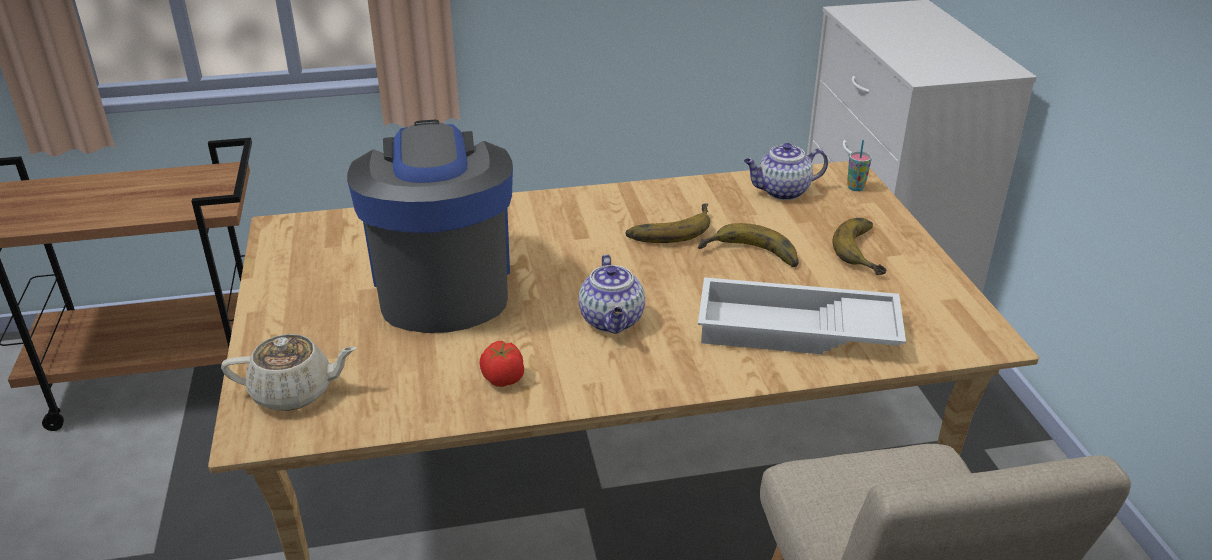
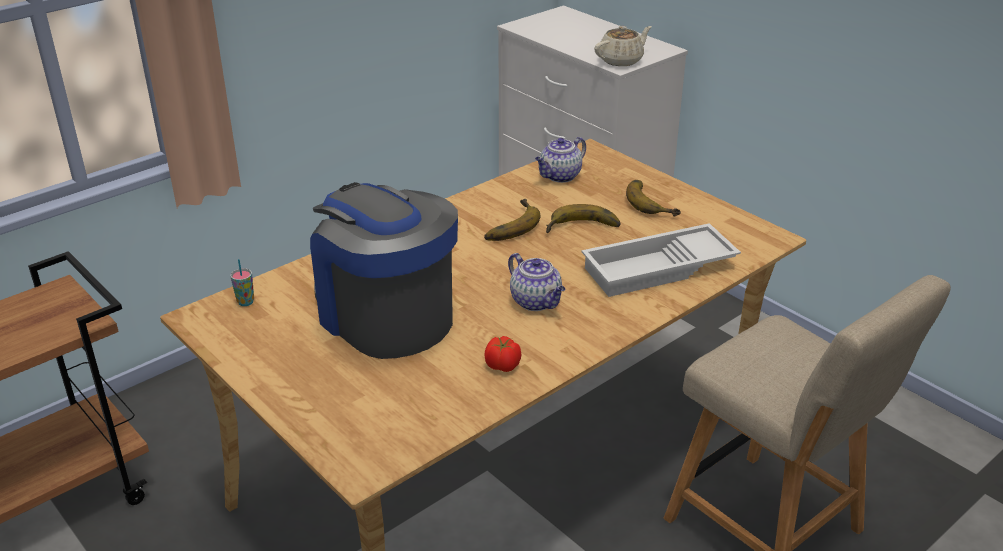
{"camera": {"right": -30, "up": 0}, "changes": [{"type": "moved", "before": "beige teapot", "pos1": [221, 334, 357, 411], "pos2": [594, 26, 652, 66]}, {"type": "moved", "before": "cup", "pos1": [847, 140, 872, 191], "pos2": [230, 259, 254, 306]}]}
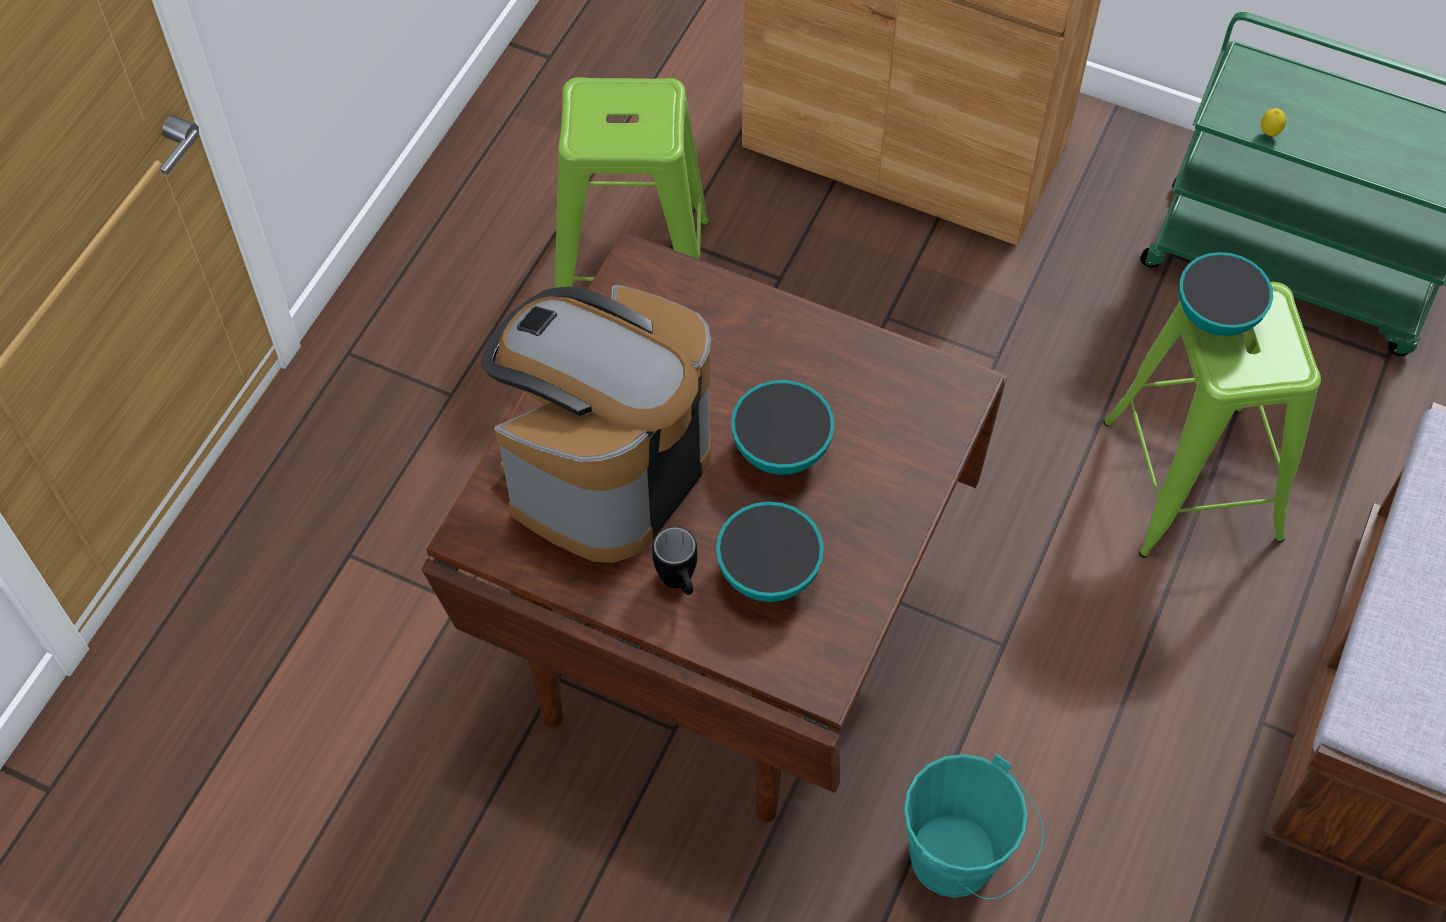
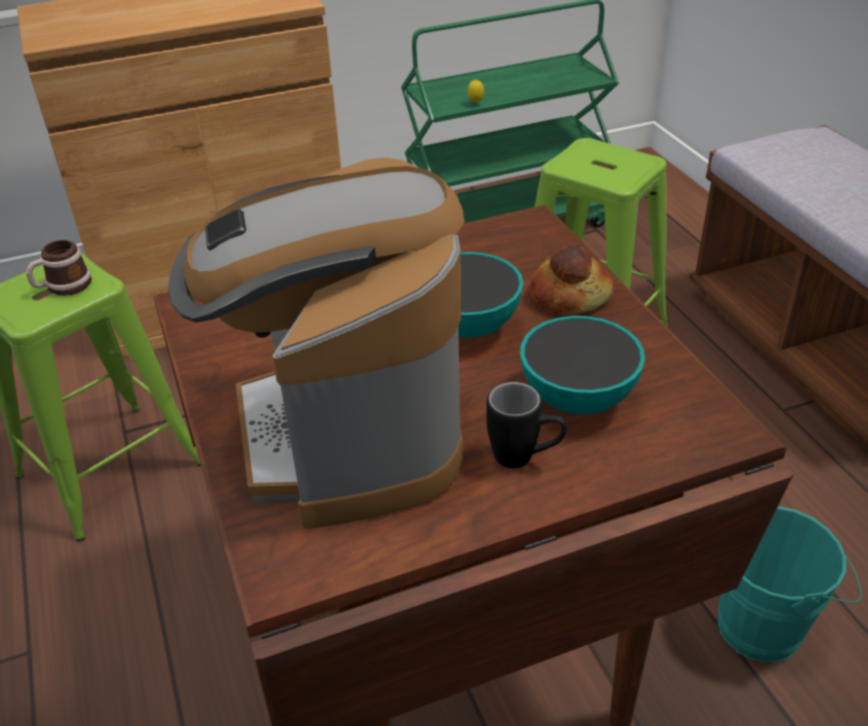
{"camera": {"right": -45, "up": -20}, "changes": [{"type": "removed", "before": "bowl", "pos1": [1179, 252, 1273, 336]}, {"type": "added", "after": "mug", "pos2": [26, 240, 92, 296]}, {"type": "added", "after": "bread", "pos2": [529, 244, 613, 314]}]}
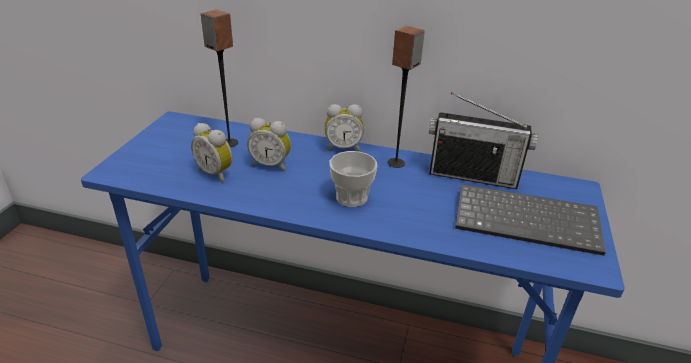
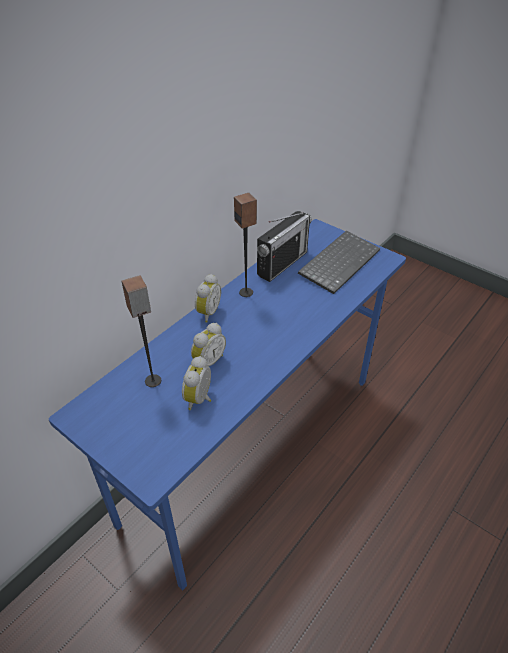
{"camera": {"right": -65, "up": 10}, "changes": [{"type": "turned", "before": "alarm clock", "pos1": [191, 123, 233, 182], "pos2": [182, 356, 211, 410], "turn": 135}, {"type": "removed", "before": "cup", "pos1": [329, 151, 377, 207]}]}
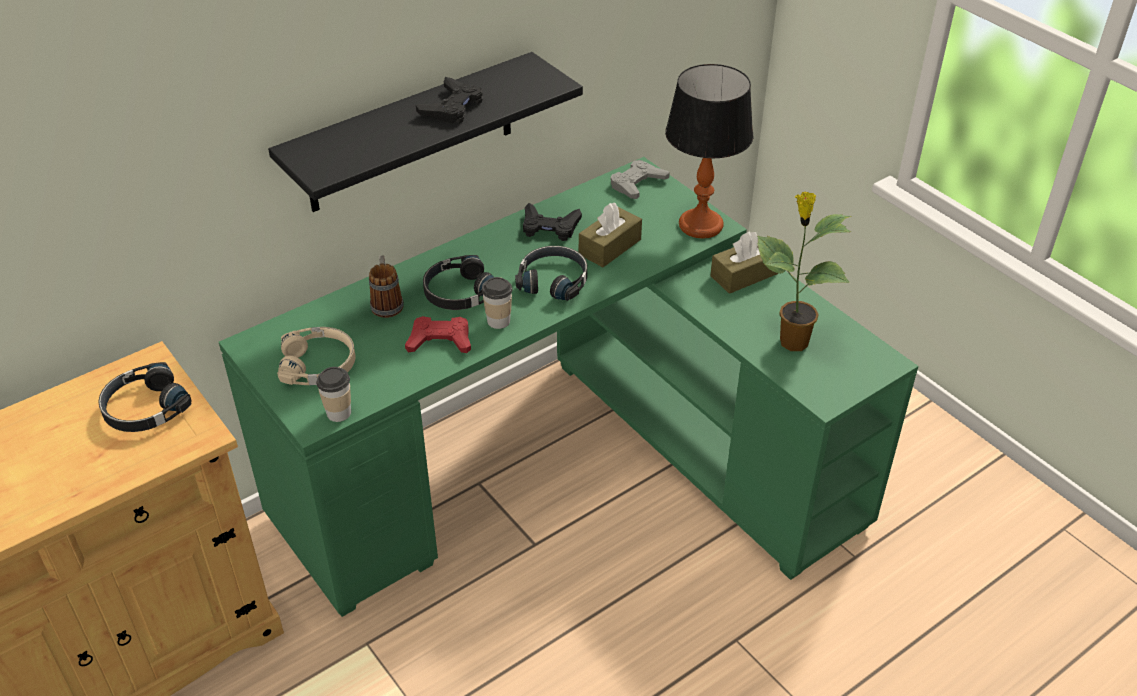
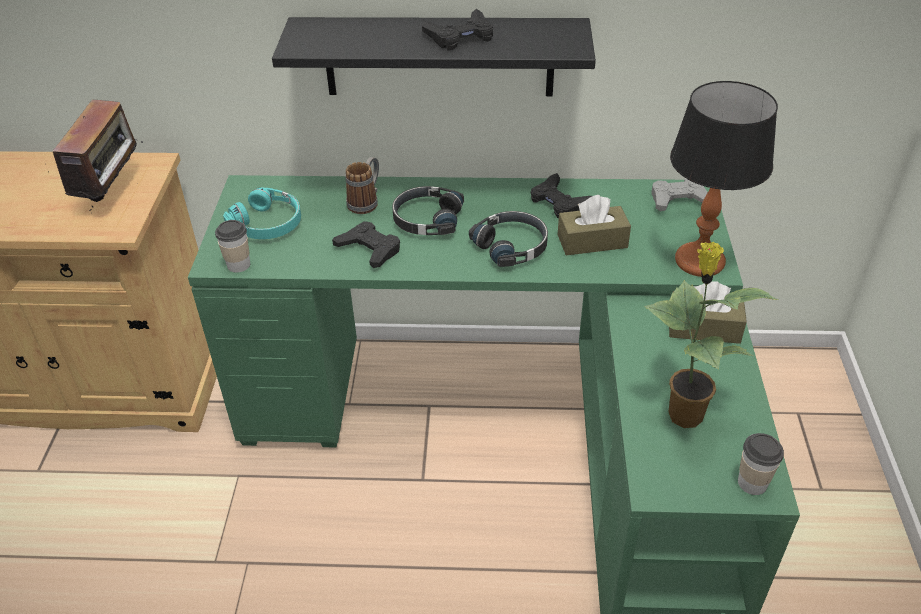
{"camera": {"right": 40, "up": 0}, "changes": [{"type": "replaced", "before": "black headphones", "after": "radio", "pos1": [98, 362, 192, 432], "pos2": [44, 100, 143, 211]}, {"type": "recoloured", "before": "beige headphones", "after": "turquoise headphones", "pos1": [277, 327, 356, 385], "pos2": [223, 187, 301, 239]}, {"type": "recoloured", "before": "red game controller", "after": "black game controller", "pos1": [405, 316, 471, 353], "pos2": [332, 221, 400, 268]}, {"type": "moved", "before": "cup", "pos1": [482, 277, 512, 329], "pos2": [738, 433, 784, 495]}]}
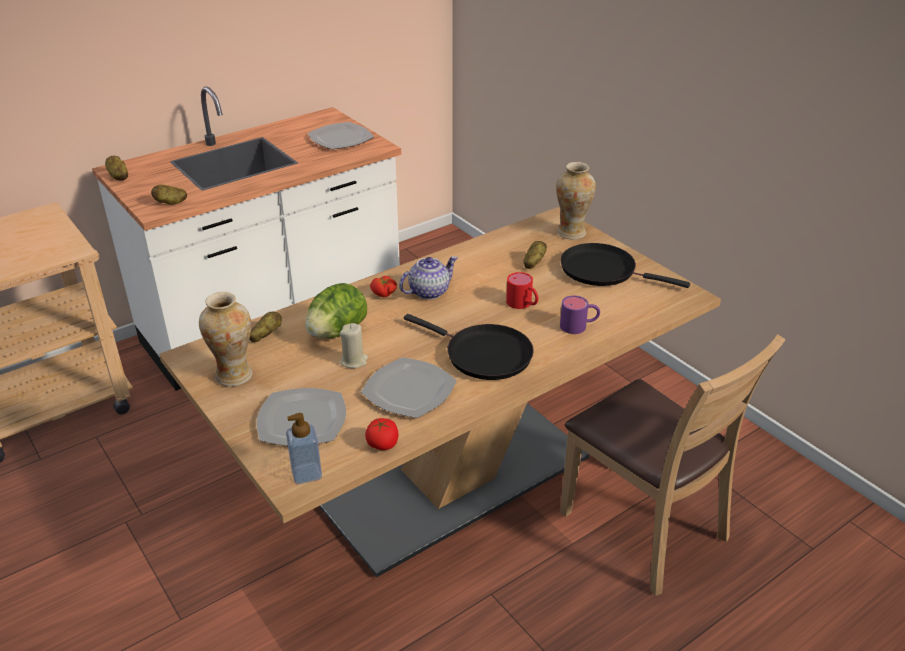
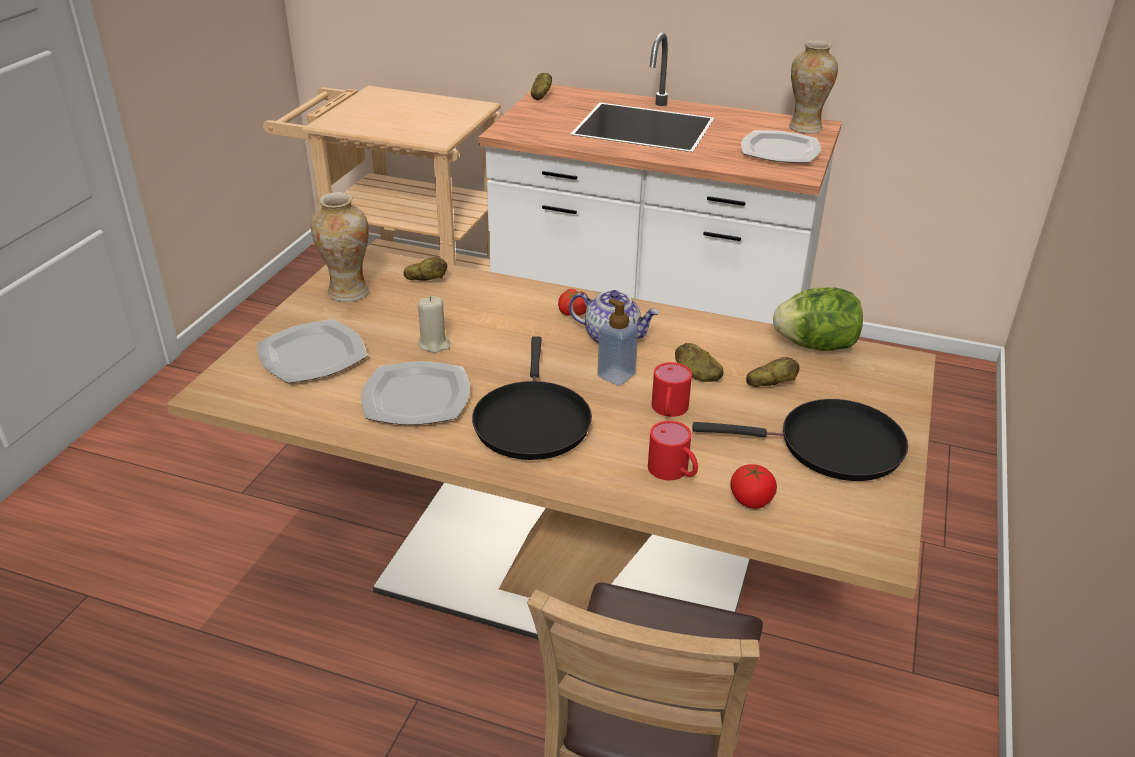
{"camera": {"right": 55, "up": 0}, "changes": [{"type": "moved", "before": "potato", "pos1": [151, 184, 187, 204], "pos2": [675, 343, 723, 382]}, {"type": "moved", "before": "soap dispenser", "pos1": [286, 413, 322, 484], "pos2": [597, 299, 638, 386]}, {"type": "moved", "before": "lettuce", "pos1": [305, 283, 367, 338], "pos2": [773, 287, 863, 351]}, {"type": "moved", "before": "tomato", "pos1": [365, 418, 399, 450], "pos2": [730, 464, 777, 509]}, {"type": "moved", "before": "vase", "pos1": [556, 162, 596, 240], "pos2": [789, 40, 838, 134]}, {"type": "turned", "before": "black frying pan", "pos1": [560, 243, 690, 288], "pos2": [693, 399, 908, 481], "turn": 105}, {"type": "recoloured", "before": "purple mug", "after": "red mug", "pos1": [560, 296, 600, 334], "pos2": [648, 421, 698, 480]}]}
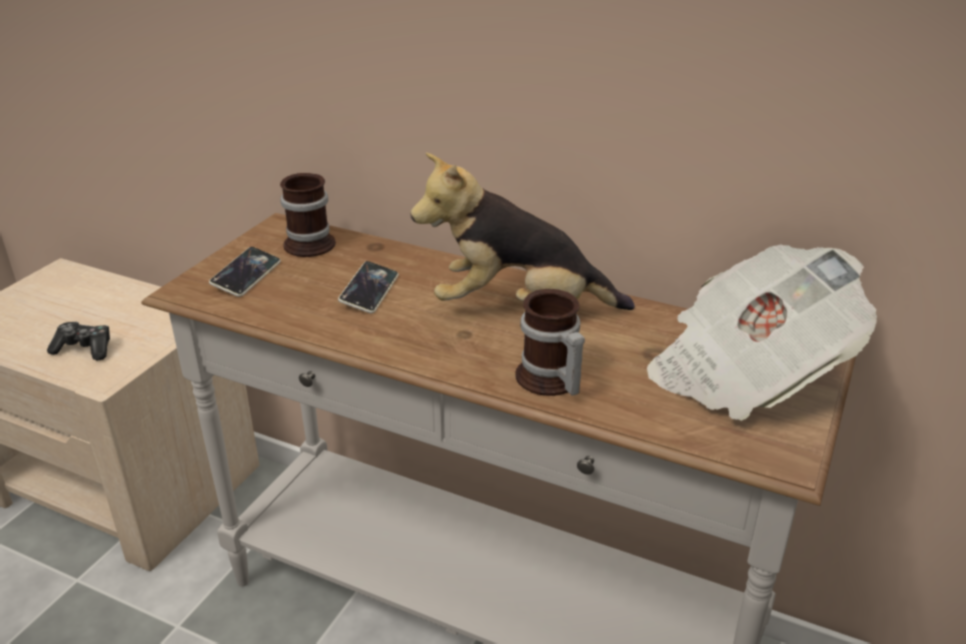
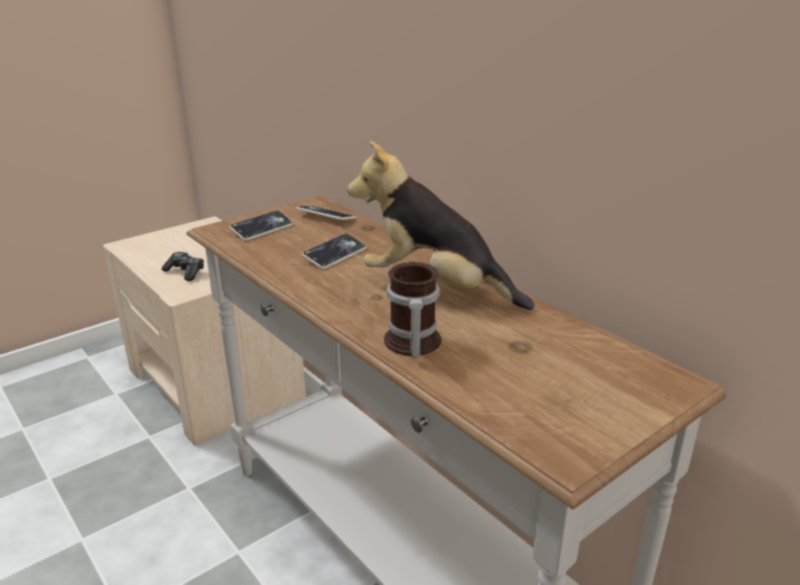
{"camera": {"right": 25, "up": -5}, "changes": [{"type": "replaced", "before": "mug", "after": "phone", "pos1": [280, 173, 336, 257], "pos2": [296, 206, 356, 220]}, {"type": "removed", "before": "newspaper", "pos1": [647, 244, 877, 421]}]}
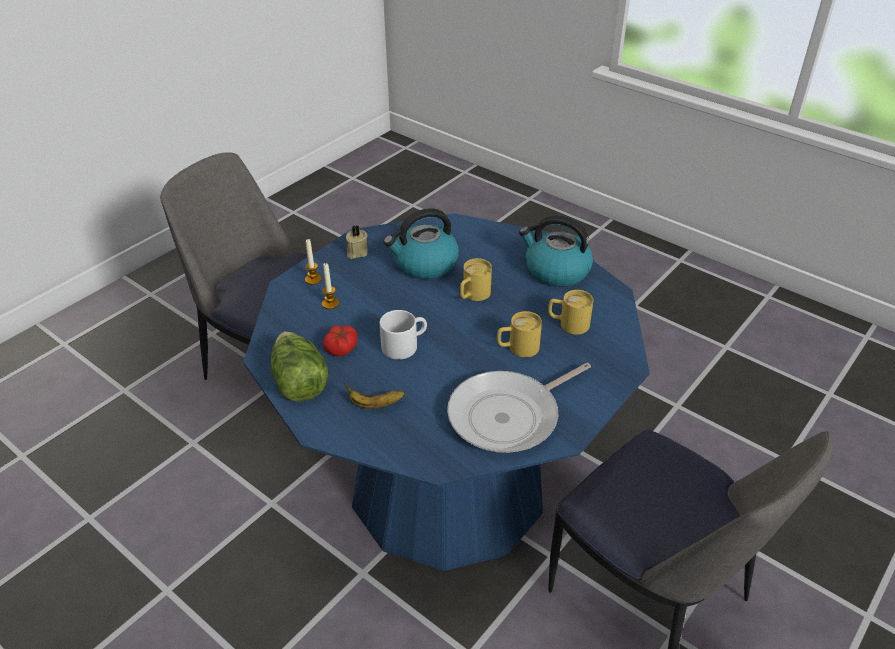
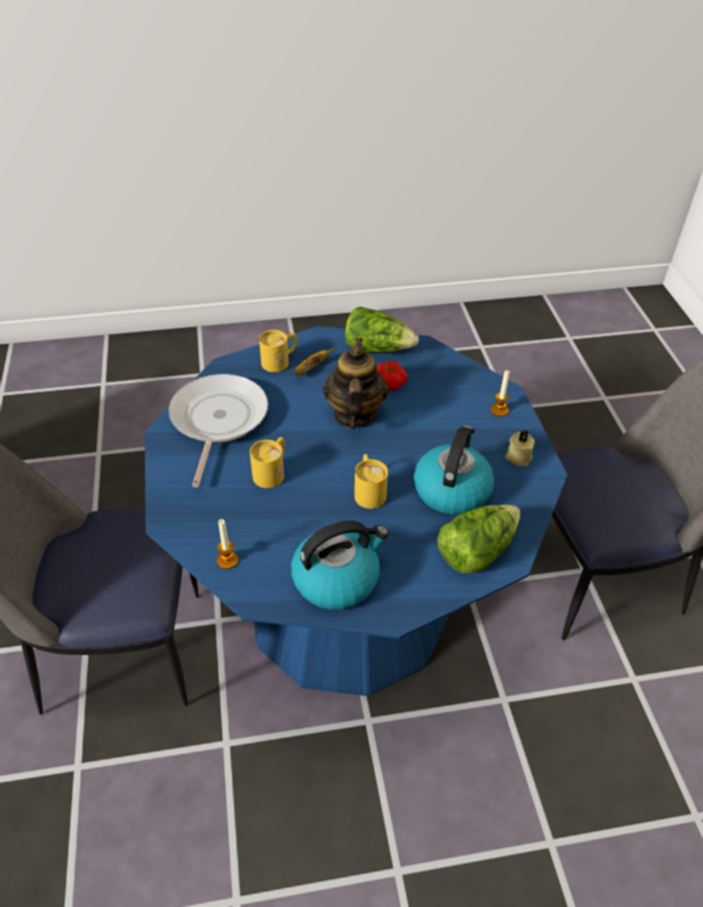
{"camera": {"right": 130, "up": 5}, "changes": [{"type": "moved", "before": "candle", "pos1": [322, 262, 339, 309], "pos2": [217, 519, 238, 569]}, {"type": "replaced", "before": "white mug", "after": "teapot", "pos1": [380, 310, 427, 360], "pos2": [323, 338, 389, 428]}, {"type": "moved", "before": "yellow mug", "pos1": [548, 290, 594, 335], "pos2": [259, 330, 297, 372]}, {"type": "added", "after": "lettuce", "pos2": [437, 505, 520, 573]}]}
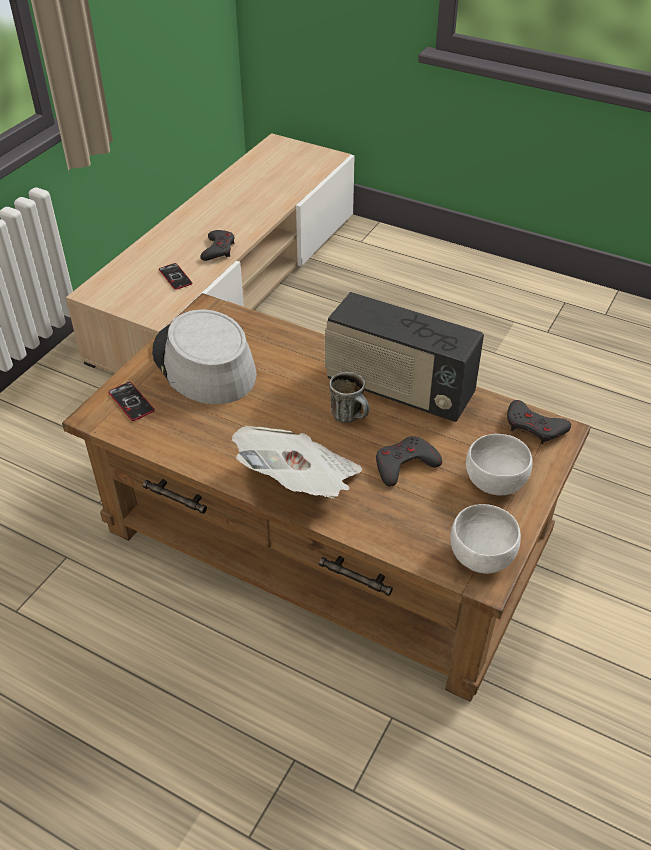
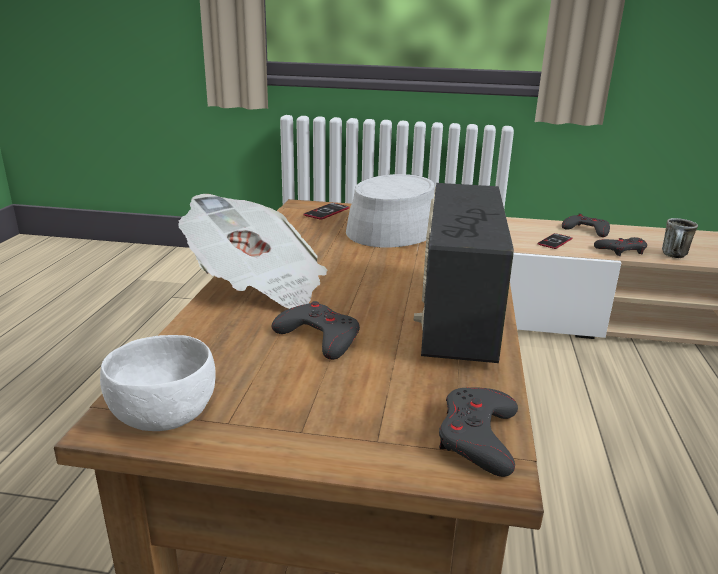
{"camera": {"right": 70, "up": -20}, "changes": [{"type": "moved", "before": "mug", "pos1": [329, 372, 369, 423], "pos2": [662, 218, 698, 258]}, {"type": "removed", "before": "white bowl", "pos1": [466, 434, 533, 495]}, {"type": "added", "after": "grey game controller", "pos2": [562, 213, 610, 237]}]}
